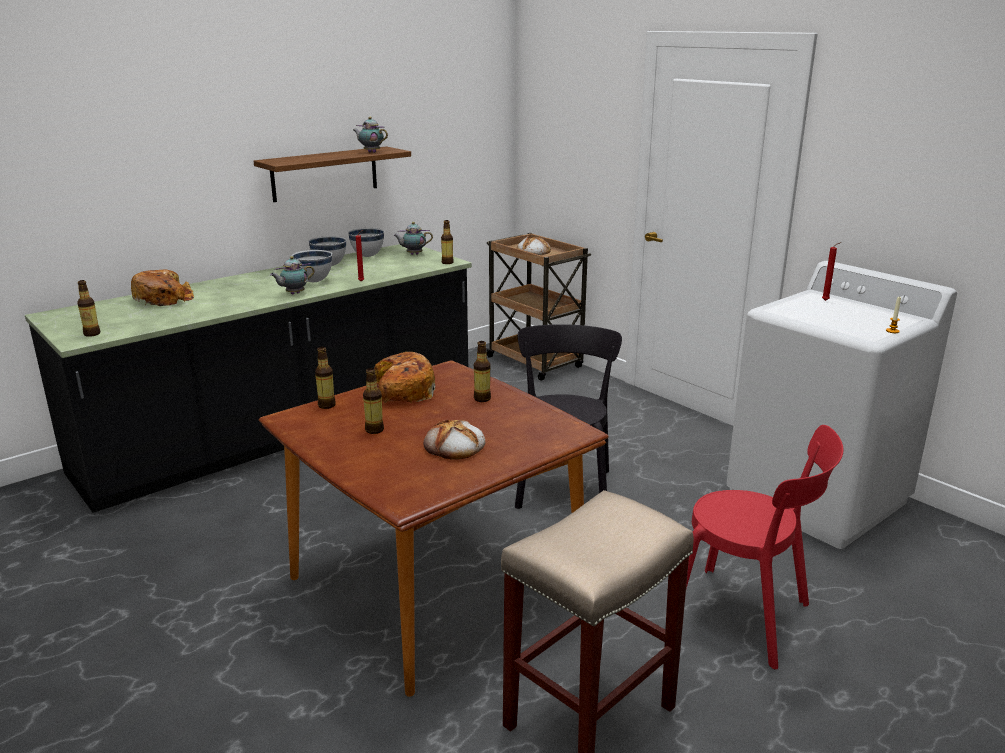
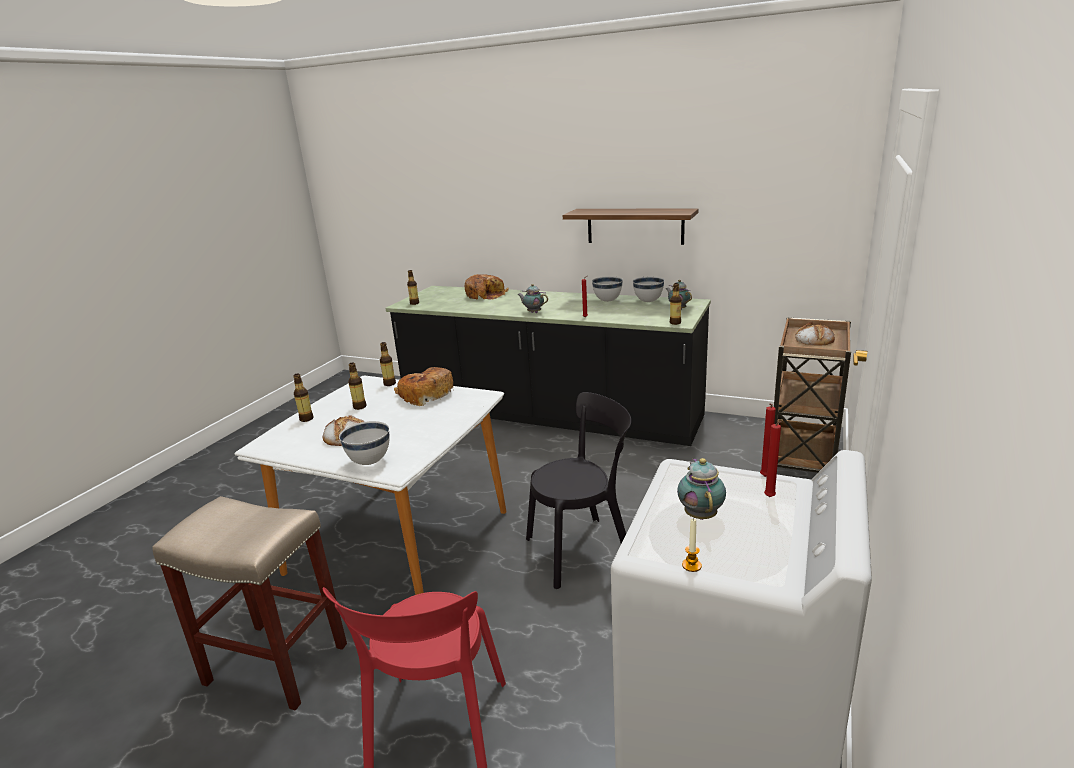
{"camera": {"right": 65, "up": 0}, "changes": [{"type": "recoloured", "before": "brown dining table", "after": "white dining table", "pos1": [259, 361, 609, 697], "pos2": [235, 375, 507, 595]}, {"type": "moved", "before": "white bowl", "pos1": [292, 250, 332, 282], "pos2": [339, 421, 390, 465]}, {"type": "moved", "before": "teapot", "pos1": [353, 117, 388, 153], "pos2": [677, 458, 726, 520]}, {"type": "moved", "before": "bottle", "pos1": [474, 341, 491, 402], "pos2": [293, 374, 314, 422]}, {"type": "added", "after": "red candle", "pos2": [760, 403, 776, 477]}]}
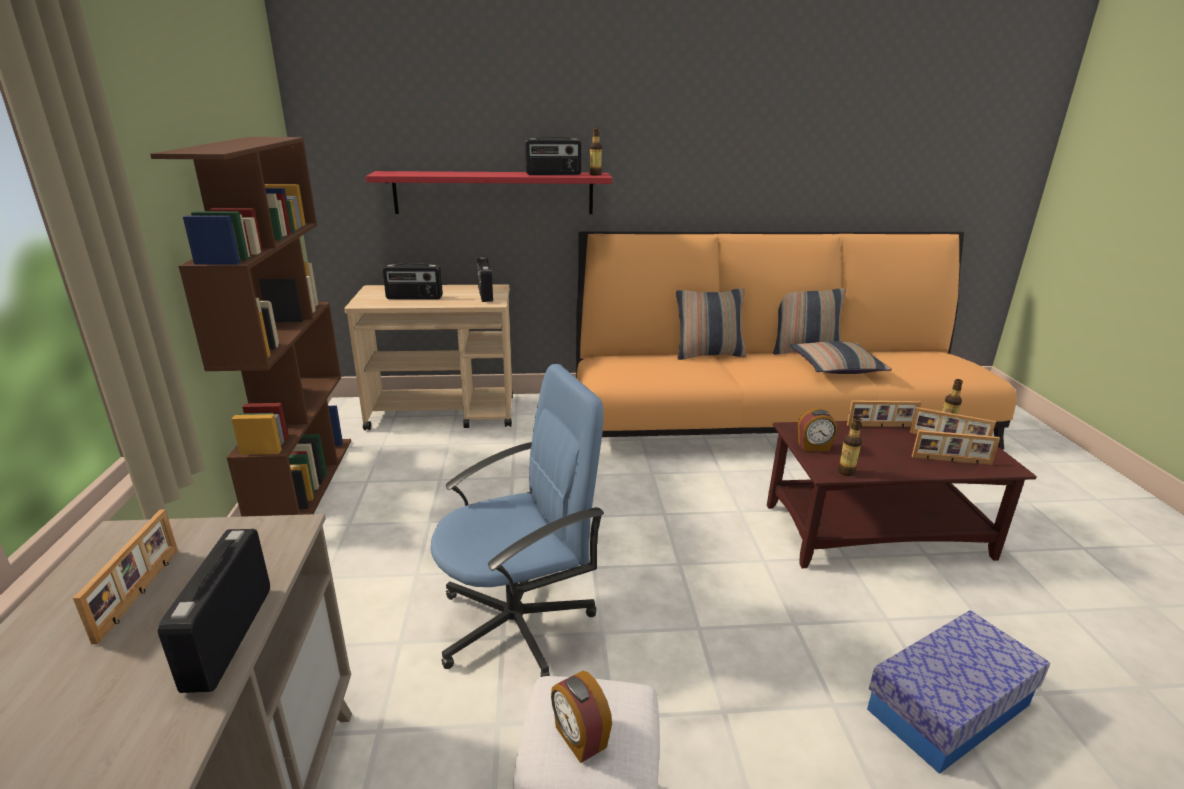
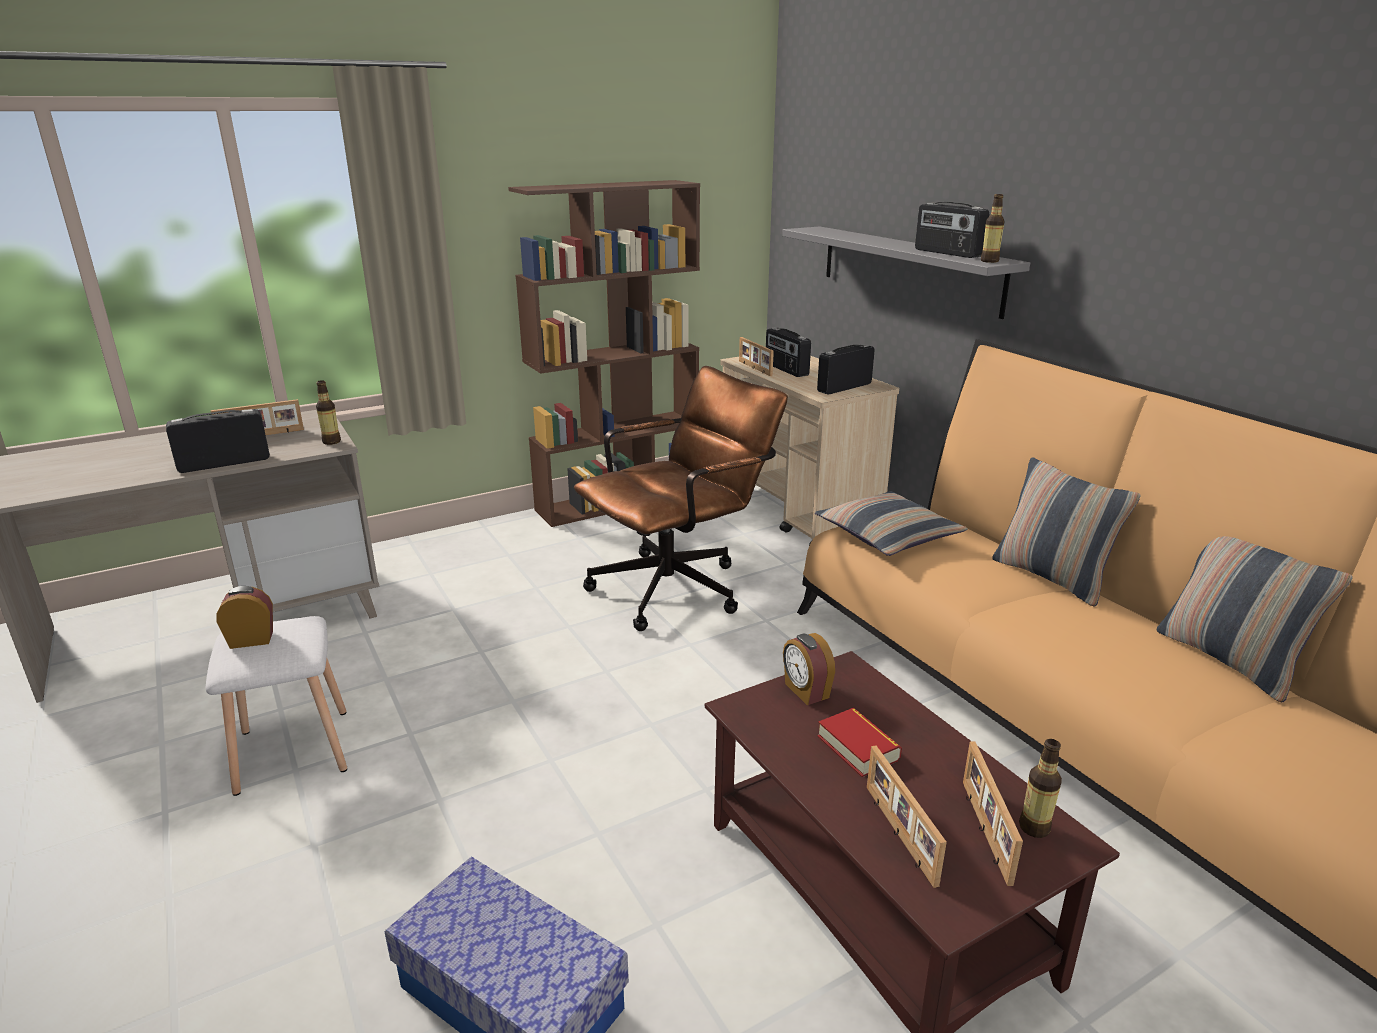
{"camera": {"right": 65, "up": 0}, "changes": [{"type": "recoloured", "before": "red shelf", "after": "grey shelf", "pos1": [366, 171, 612, 214], "pos2": [782, 226, 1030, 319]}, {"type": "removed", "before": "blue office chair", "pos1": [430, 364, 604, 677]}, {"type": "turned", "before": "alarm clock", "pos1": [551, 671, 612, 763], "pos2": [216, 586, 273, 649], "turn": 45}, {"type": "moved", "before": "pillow", "pos1": [790, 341, 892, 374], "pos2": [815, 491, 968, 556]}, {"type": "moved", "before": "bottle", "pos1": [838, 417, 862, 476], "pos2": [316, 380, 341, 445]}, {"type": "moved", "before": "picture frame", "pos1": [847, 401, 921, 427], "pos2": [739, 337, 774, 376]}, {"type": "added", "after": "brown office chair", "pos2": [574, 366, 788, 631]}, {"type": "added", "after": "book", "pos2": [817, 708, 902, 777]}]}
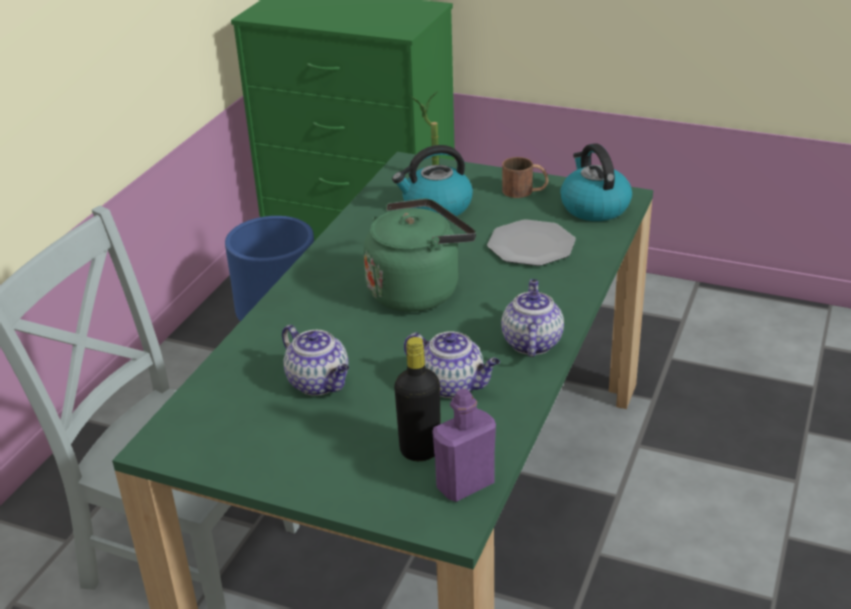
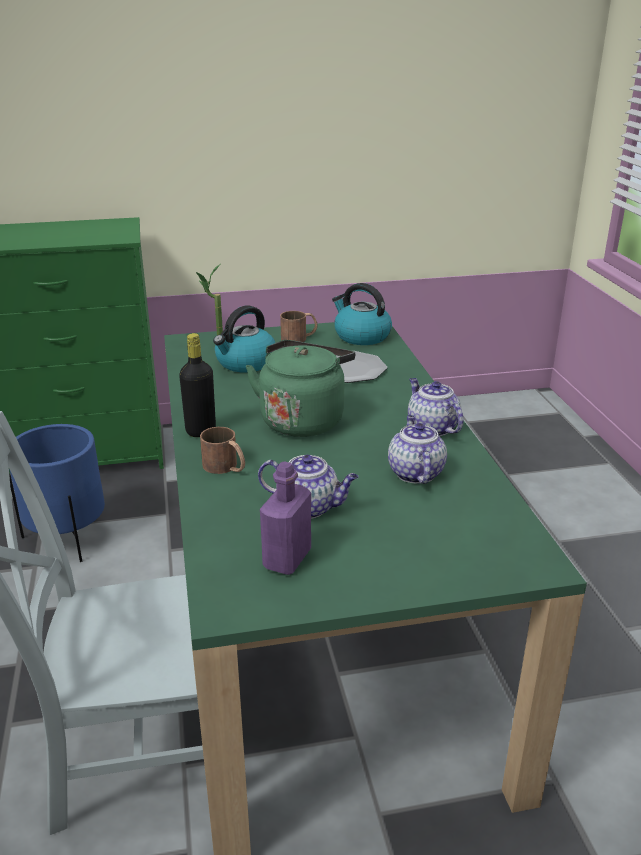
{"camera": {"right": -35, "up": -5}, "changes": [{"type": "moved", "before": "black bottle", "pos1": [394, 337, 441, 461], "pos2": [179, 333, 216, 437]}, {"type": "turned", "before": "teapot", "pos1": [404, 331, 500, 398], "pos2": [388, 415, 447, 484], "turn": -90}, {"type": "moved", "before": "purple bottle", "pos1": [432, 389, 496, 502], "pos2": [260, 461, 311, 575]}, {"type": "added", "after": "brown mug", "pos2": [200, 427, 245, 474]}]}
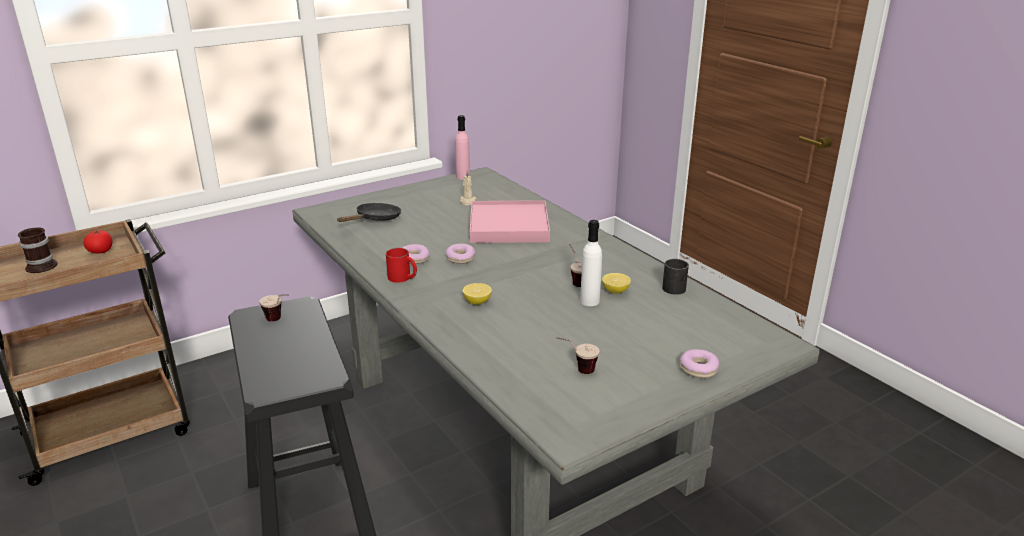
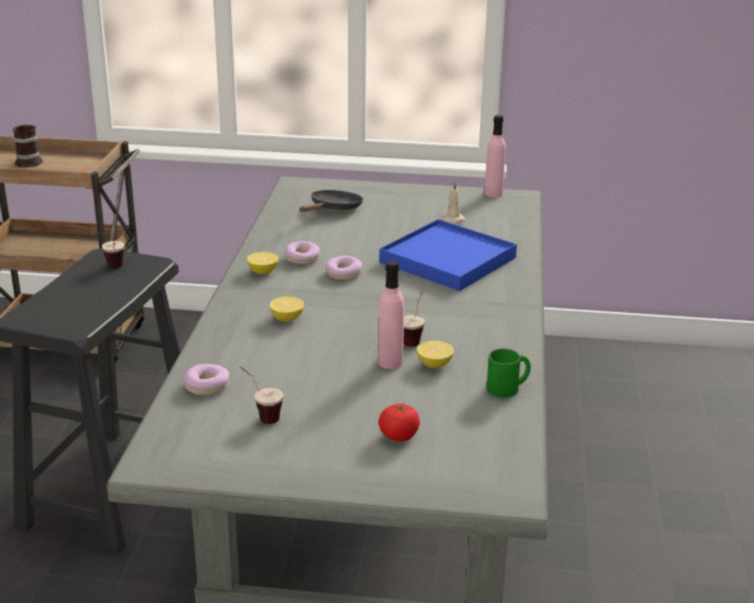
{"camera": {"right": 40, "up": 0}, "changes": [{"type": "moved", "before": "tomato", "pos1": [84, 230, 112, 254], "pos2": [379, 403, 420, 442]}, {"type": "turned", "before": "black frying pan", "pos1": [337, 203, 401, 222], "pos2": [299, 190, 363, 212], "turn": -45}, {"type": "replaced", "before": "red mug", "after": "lemon", "pos1": [386, 248, 417, 283], "pos2": [247, 252, 279, 274]}, {"type": "recoloured", "before": "pink tray", "after": "blue tray", "pos1": [470, 200, 550, 243], "pos2": [379, 219, 517, 291]}, {"type": "recoloured", "before": "white bottle", "after": "pink bottle", "pos1": [580, 220, 602, 306], "pos2": [378, 260, 404, 369]}, {"type": "recoloured", "before": "black mug", "after": "green mug", "pos1": [662, 259, 689, 295], "pos2": [487, 348, 531, 398]}, {"type": "moved", "before": "donut", "pos1": [680, 349, 719, 378], "pos2": [184, 364, 229, 395]}]}
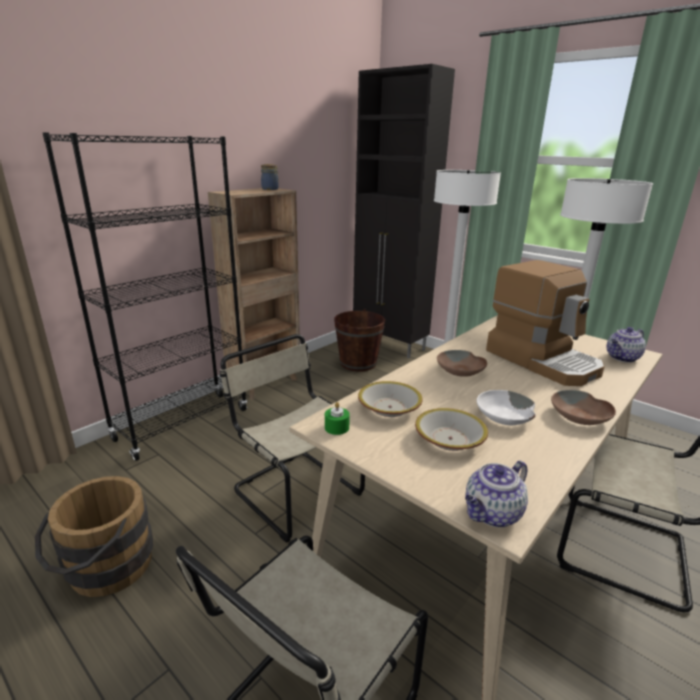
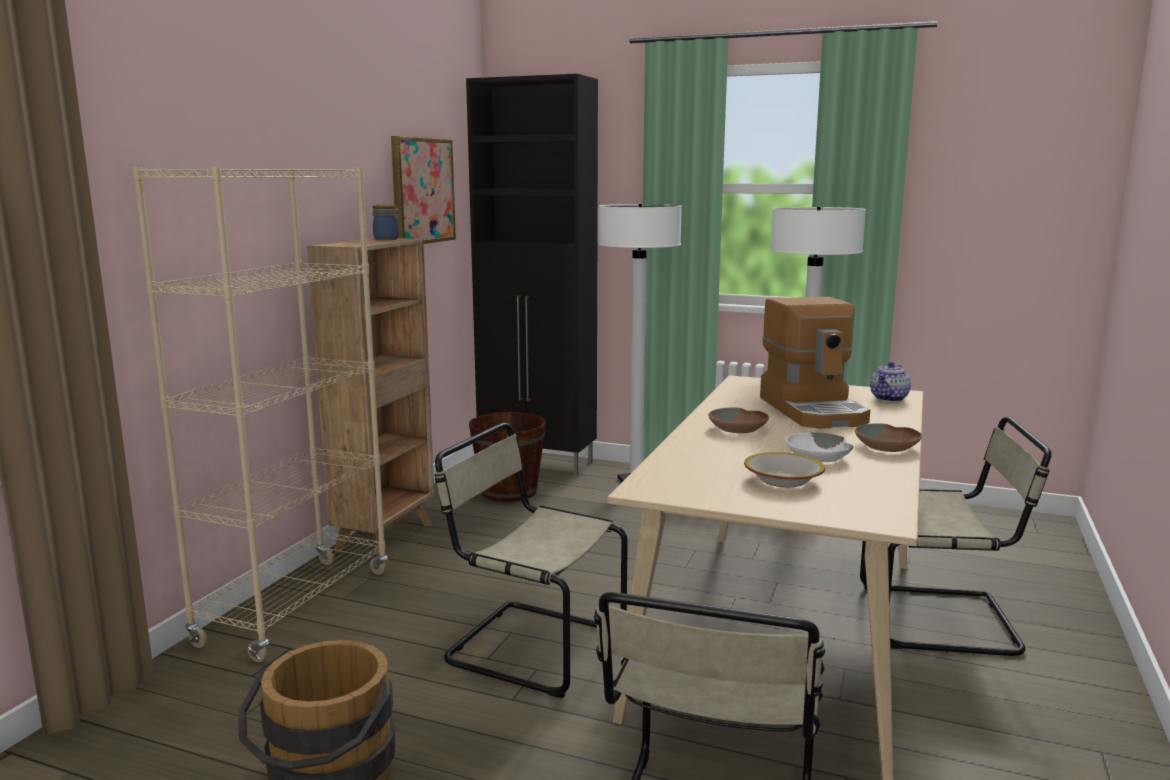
{"camera": {"right": -20, "up": -10}, "changes": [{"type": "recoloured", "before": "black bookcase", "after": "beige bookcase", "pos1": [43, 132, 247, 461], "pos2": [132, 167, 388, 662]}, {"type": "removed", "before": "green candle", "pos1": [325, 402, 350, 435]}, {"type": "removed", "before": "bowl", "pos1": [358, 381, 423, 417]}, {"type": "removed", "before": "teapot", "pos1": [465, 460, 528, 527]}, {"type": "turned", "before": "coffee machine", "pos1": [486, 260, 605, 386], "pos2": [760, 297, 870, 429], "turn": 45}, {"type": "added", "after": "picture", "pos2": [391, 136, 456, 244]}]}
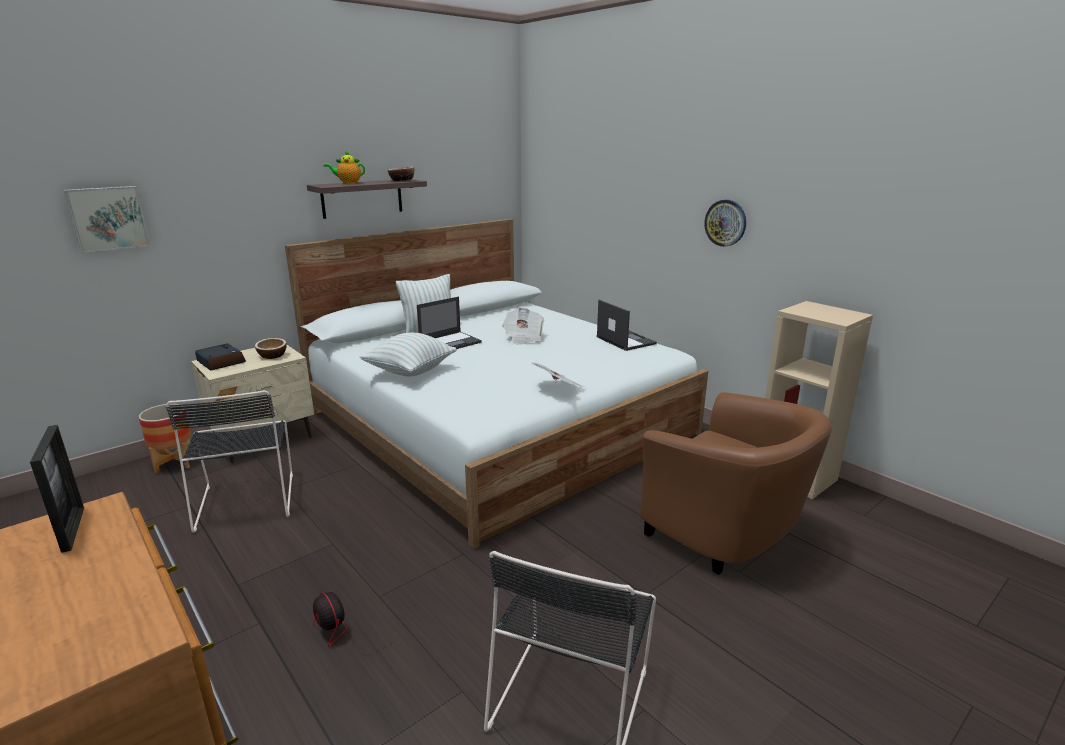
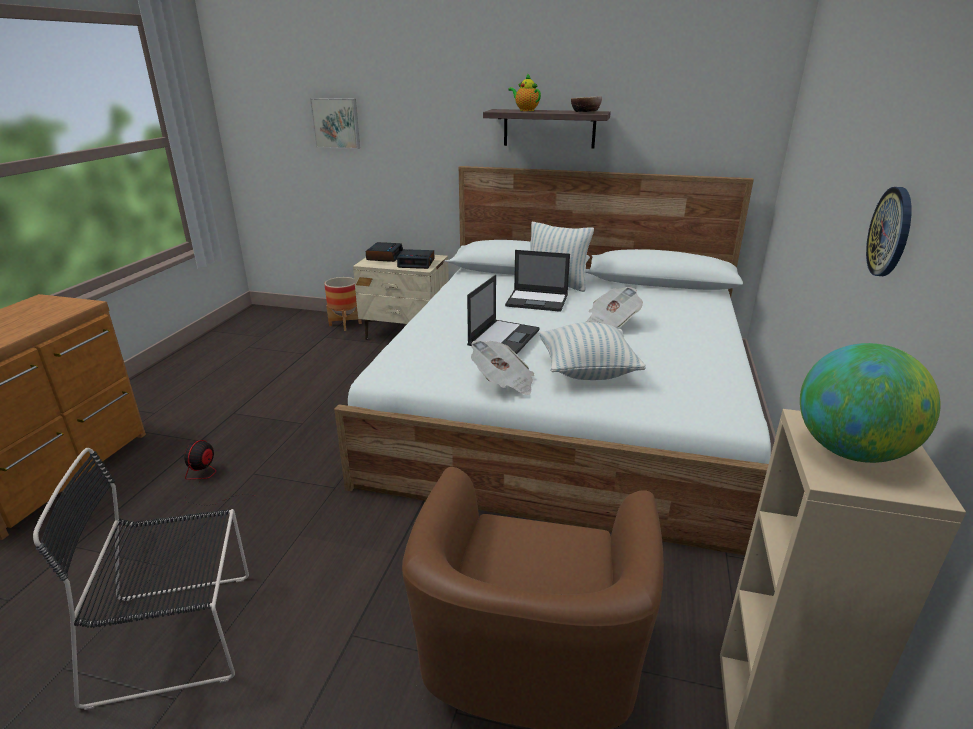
{"camera": {"right": 55, "up": 5}, "changes": [{"type": "removed", "before": "picture frame", "pos1": [30, 425, 84, 553]}, {"type": "removed", "before": "black chair", "pos1": [166, 390, 293, 533]}, {"type": "replaced", "before": "bowl", "after": "alarm clock", "pos1": [255, 338, 287, 359], "pos2": [397, 249, 434, 269]}, {"type": "moved", "before": "pillow", "pos1": [360, 333, 457, 376], "pos2": [539, 322, 646, 380]}, {"type": "moved", "before": "laptop", "pos1": [596, 300, 657, 351], "pos2": [467, 275, 540, 354]}, {"type": "added", "after": "globe", "pos2": [800, 343, 941, 463]}]}
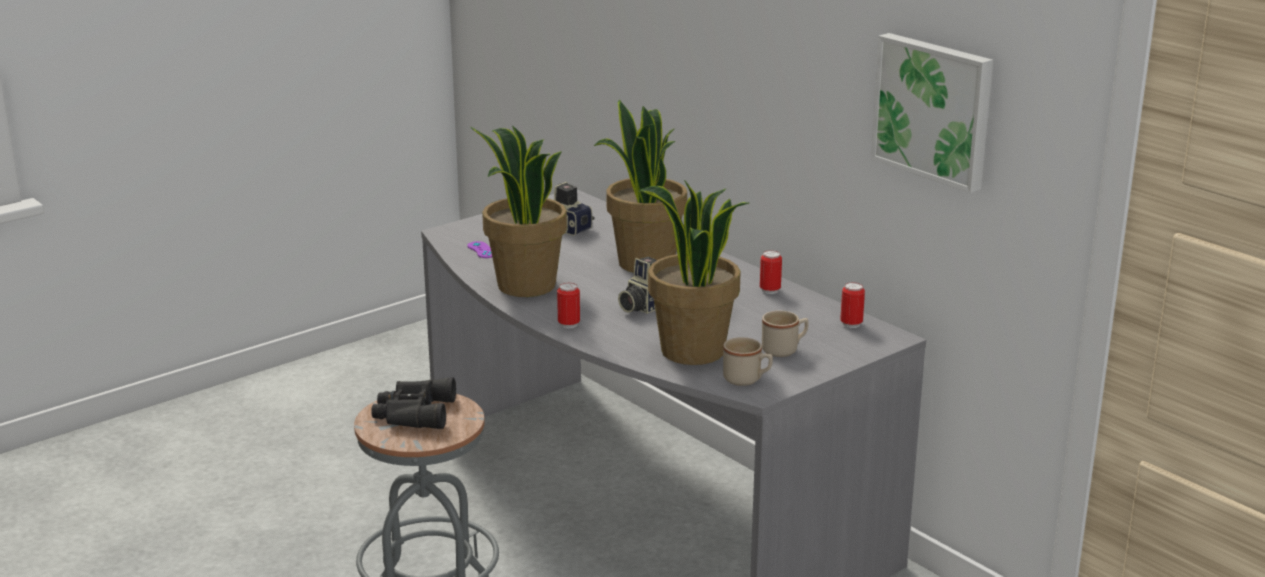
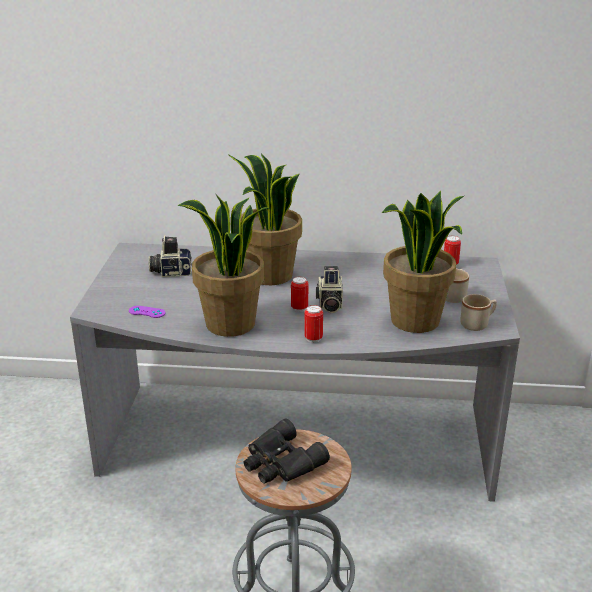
{"camera": {"right": -45, "up": 5}, "changes": [{"type": "moved", "before": "can", "pos1": [760, 250, 782, 294], "pos2": [291, 277, 308, 312]}, {"type": "removed", "before": "picture", "pos1": [871, 33, 993, 193]}]}
